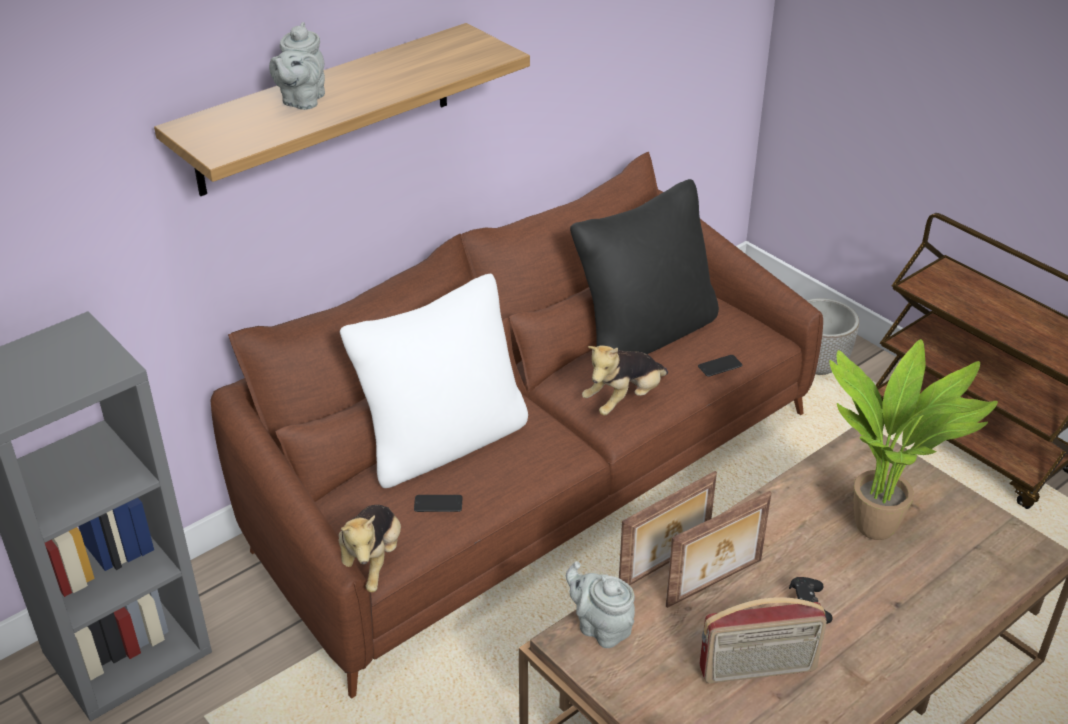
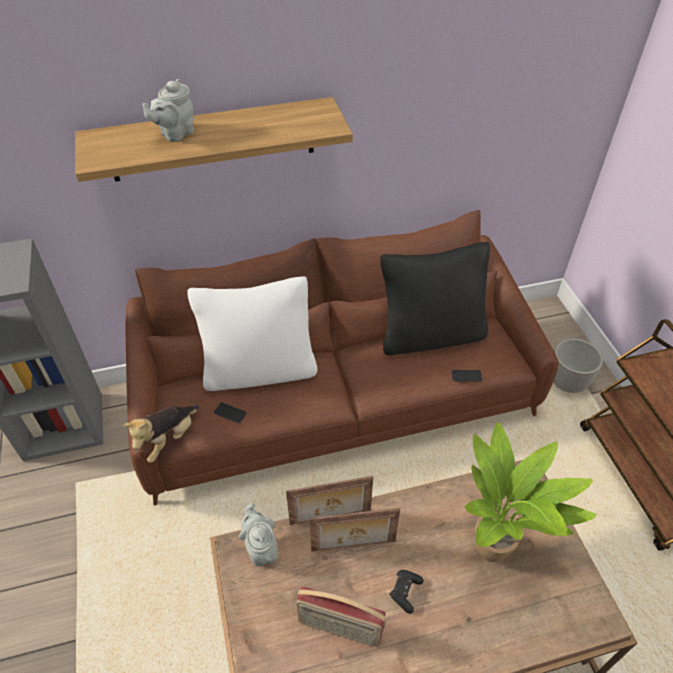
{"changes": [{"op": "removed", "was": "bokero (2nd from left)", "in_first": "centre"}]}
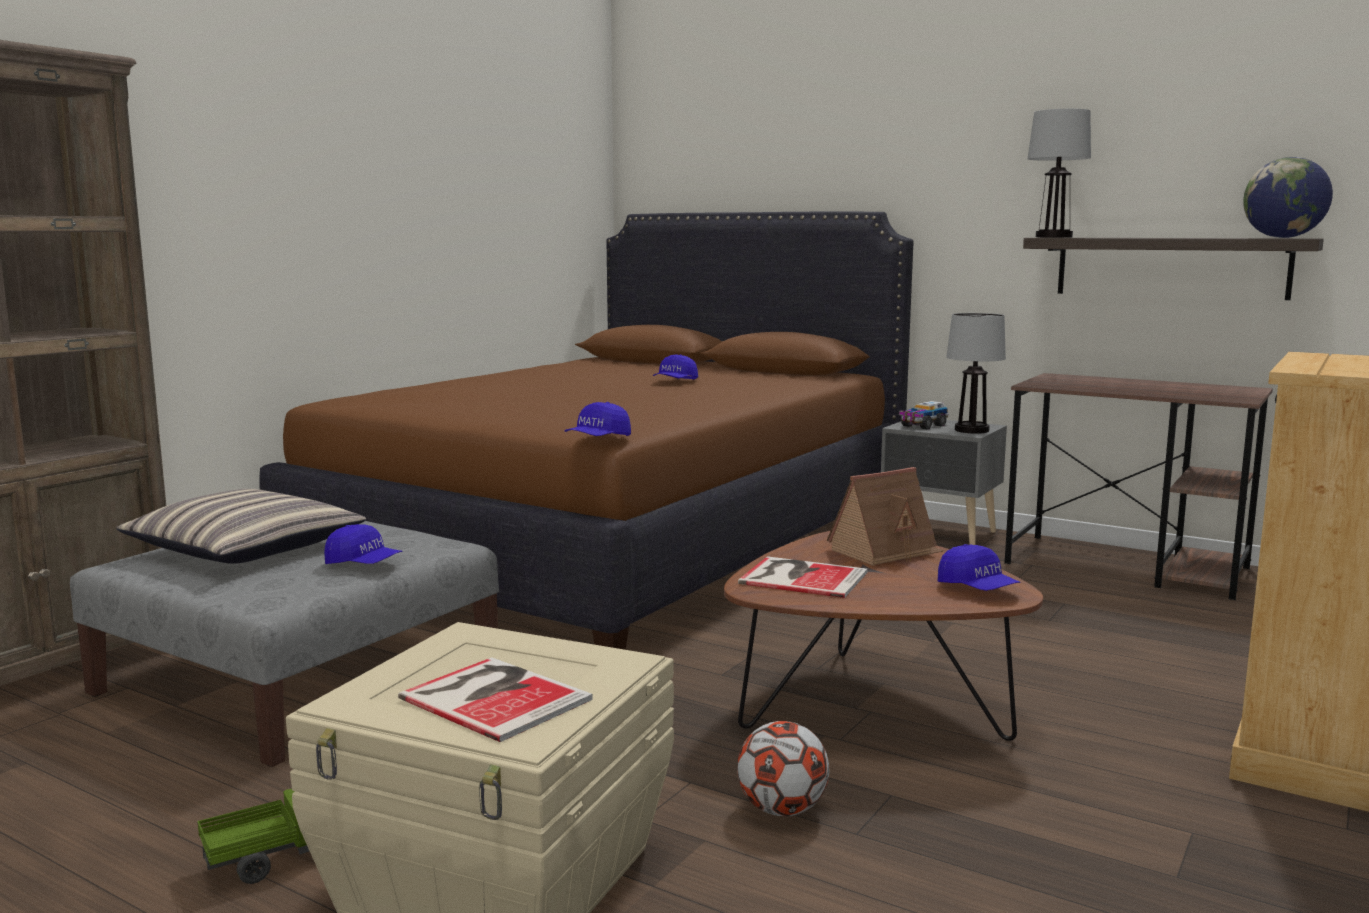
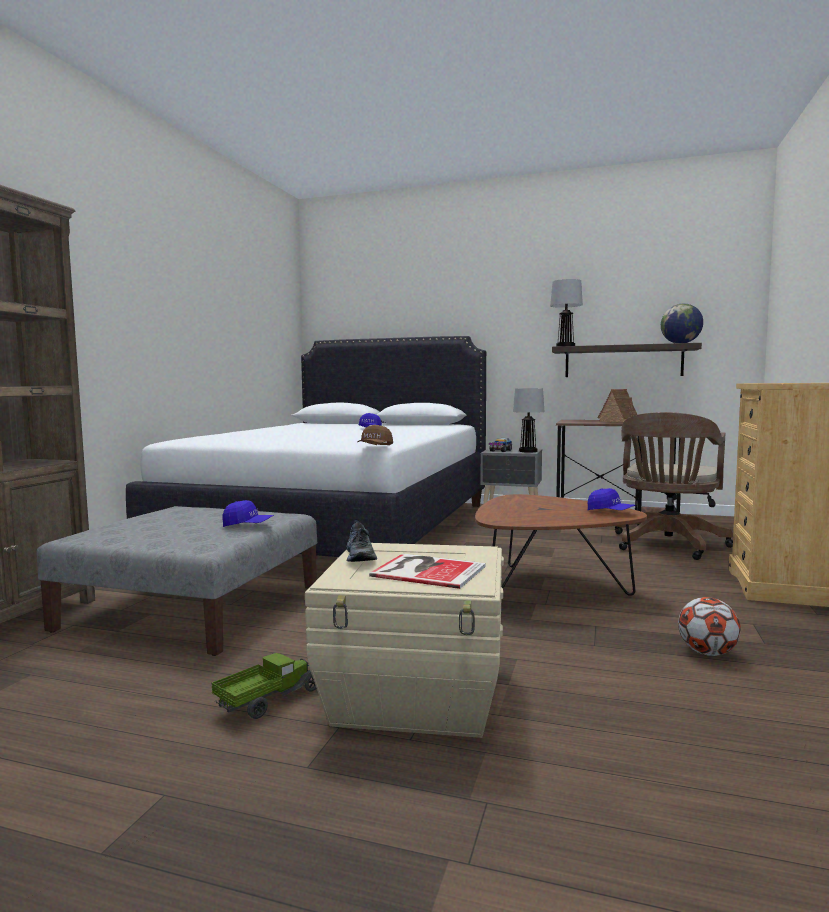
{"changes": [{"op": "recoloured", "was": "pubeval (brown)", "now": "pubeval (white)", "in_first": "centre", "in_second": "centre"}, {"op": "recoloured", "was": "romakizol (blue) (2nd from left)", "now": "romakizol (brown)", "in_first": "centre", "in_second": "centre"}, {"op": "moved", "was": "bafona", "in_first": "centre", "in_second": "middle right"}, {"op": "removed", "was": "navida", "in_first": "middle left"}, {"op": "removed", "was": "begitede (2nd from left)", "in_first": "centre"}, {"op": "moved", "was": "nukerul", "in_first": "bottom centre", "in_second": "bottom right"}, {"op": "added", "now": "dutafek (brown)", "in_second": "middle right"}, {"op": "added", "now": "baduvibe", "in_second": "centre"}]}
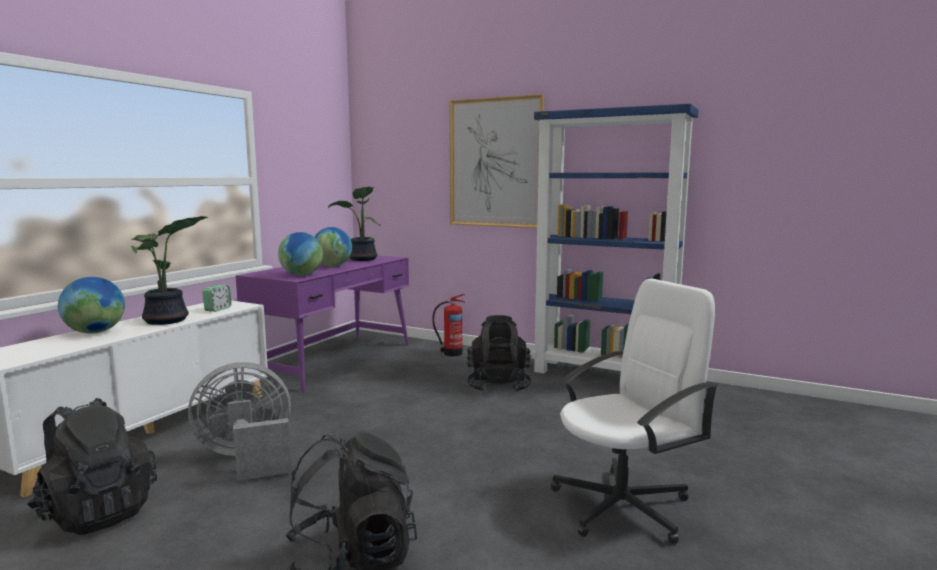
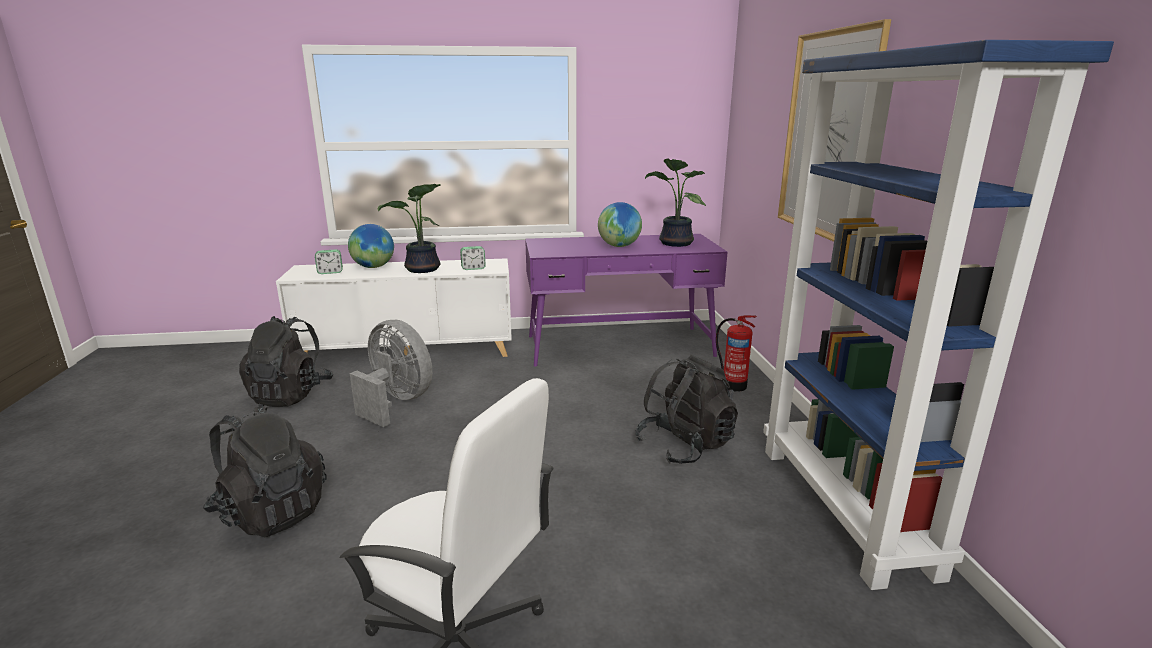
{"changes": [{"op": "removed", "was": "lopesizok (2nd from left)", "in_first": "middle left"}, {"op": "added", "now": "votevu (1st from left)", "in_second": "middle left"}]}
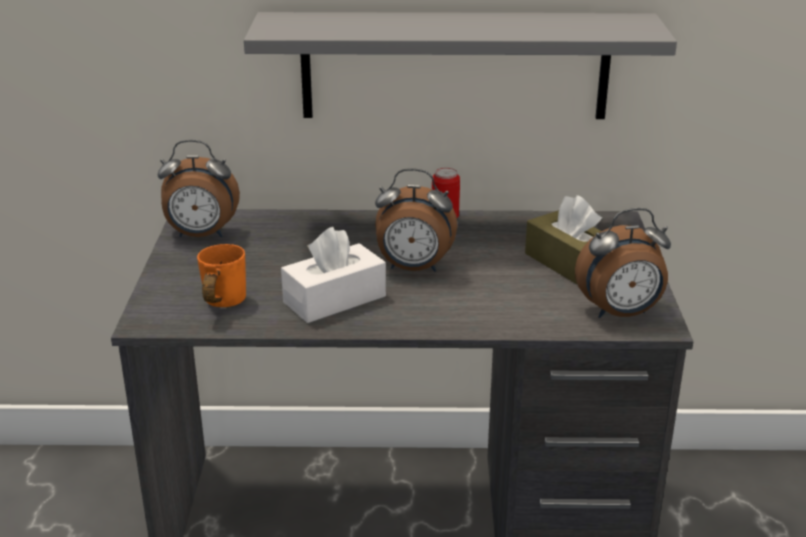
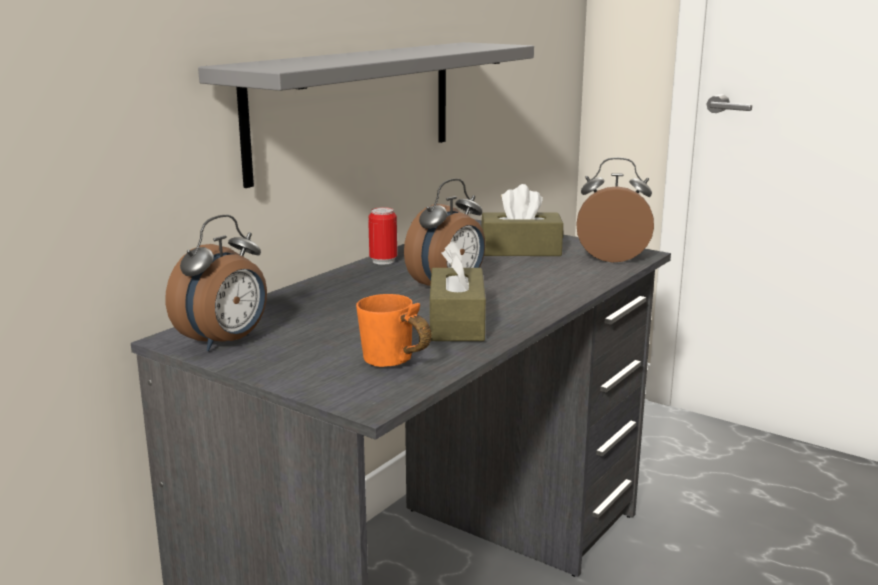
{"changes": [{"op": "turned", "was": "votevu (3rd from left)", "in_first": "middle right", "in_second": "middle right", "clockwise": -105}, {"op": "recoloured", "was": "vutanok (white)", "now": "vutanok (brown) (1st from left)", "in_first": "centre", "in_second": "centre"}]}
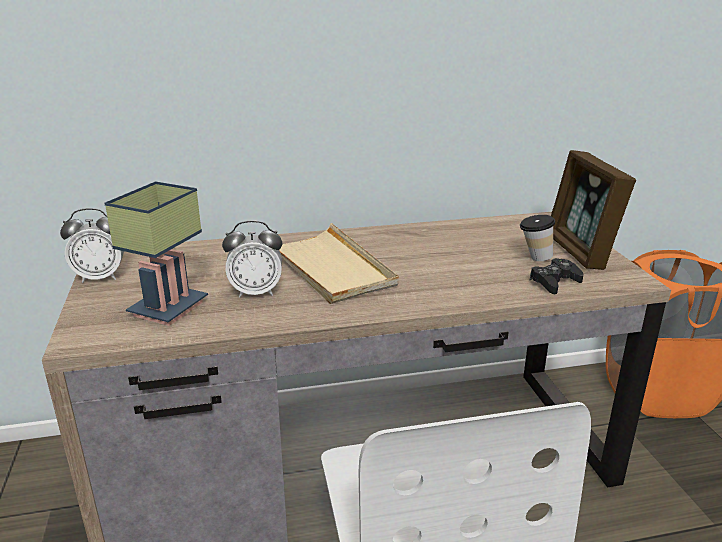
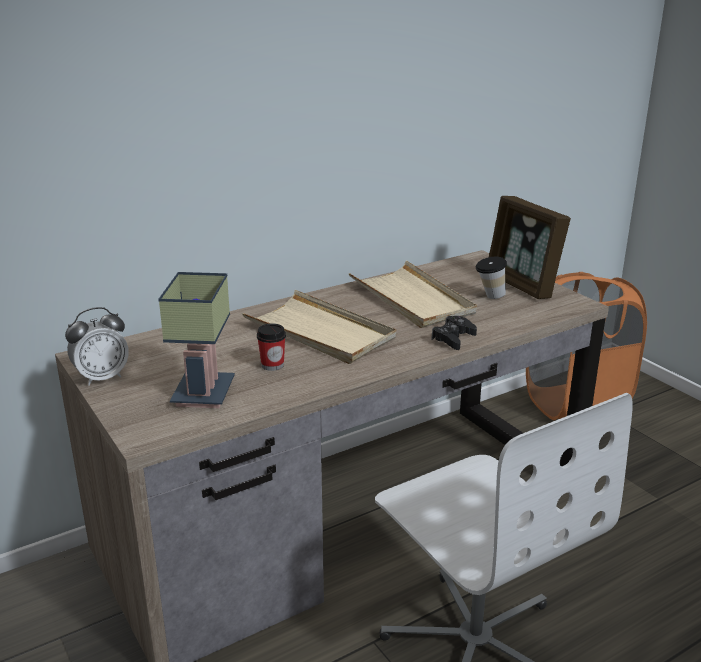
{"changes": [{"op": "replaced", "was": "votevu (2nd from left)", "now": "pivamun (1st from left)", "in_first": "centre", "in_second": "centre"}, {"op": "moved", "was": "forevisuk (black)", "in_first": "middle right", "in_second": "centre"}, {"op": "added", "now": "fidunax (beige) (2nd from left)", "in_second": "centre"}]}
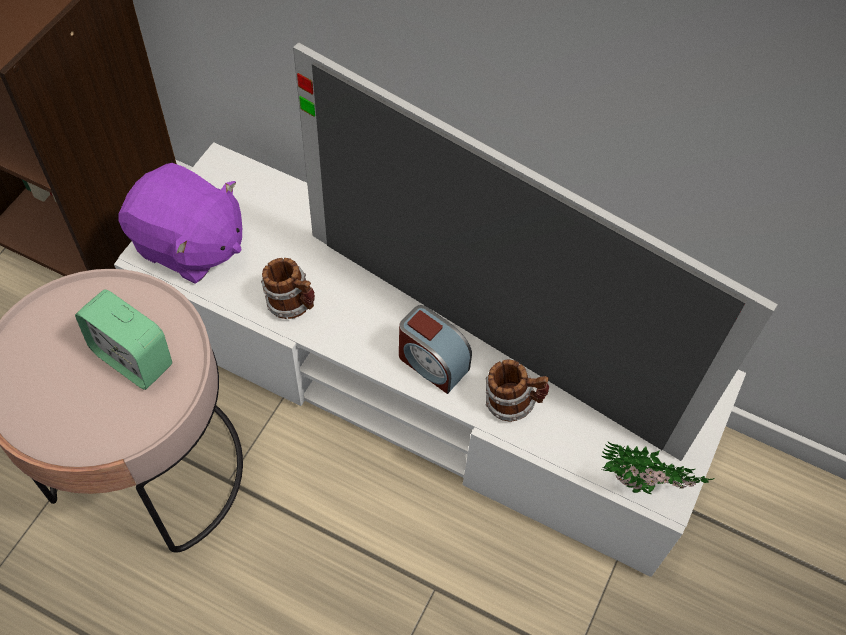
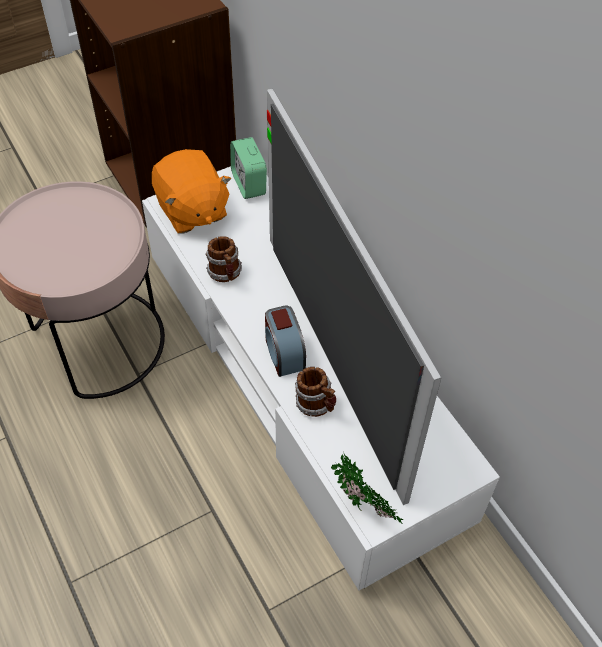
{"changes": [{"op": "recoloured", "was": "bokero (purple)", "now": "bokero (orange)", "in_first": "middle left", "in_second": "top left"}, {"op": "moved", "was": "votevu (1st from left)", "in_first": "middle left", "in_second": "top centre"}]}
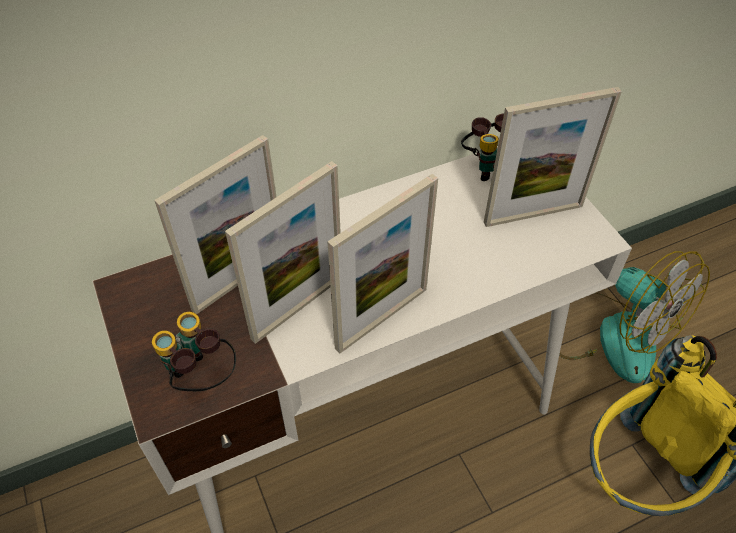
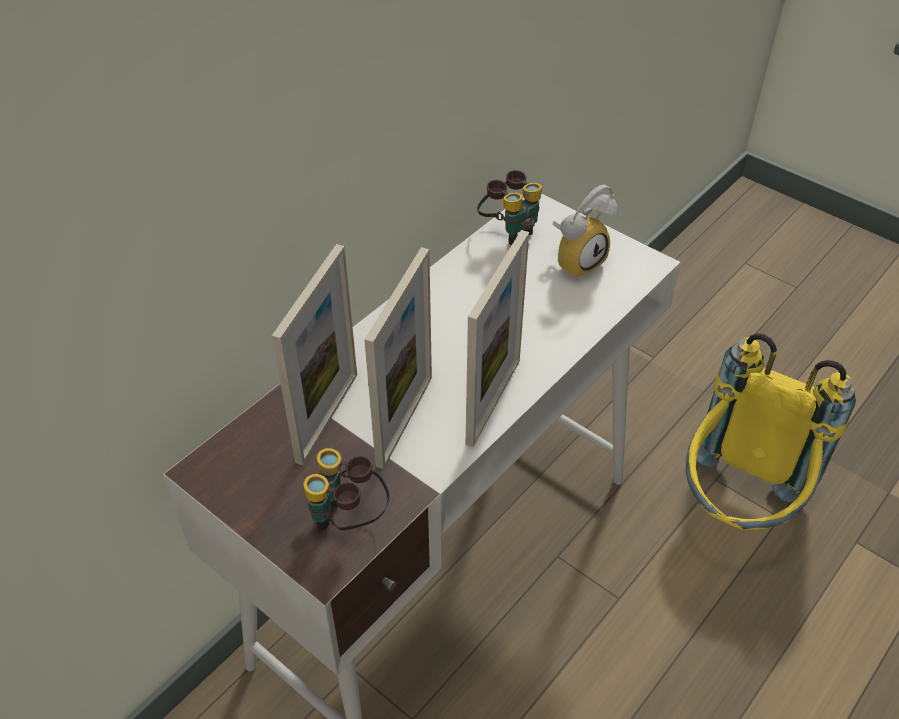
{"changes": [{"op": "replaced", "was": "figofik (4th from left)", "now": "votevu", "in_first": "top right", "in_second": "top centre"}, {"op": "removed", "was": "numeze", "in_first": "middle right"}]}
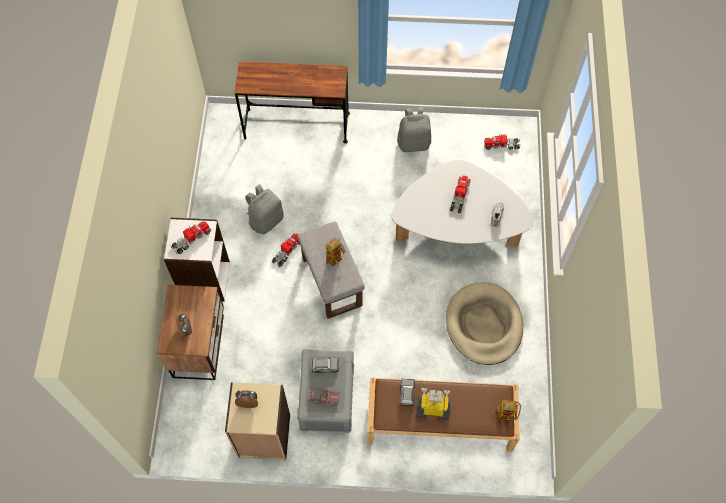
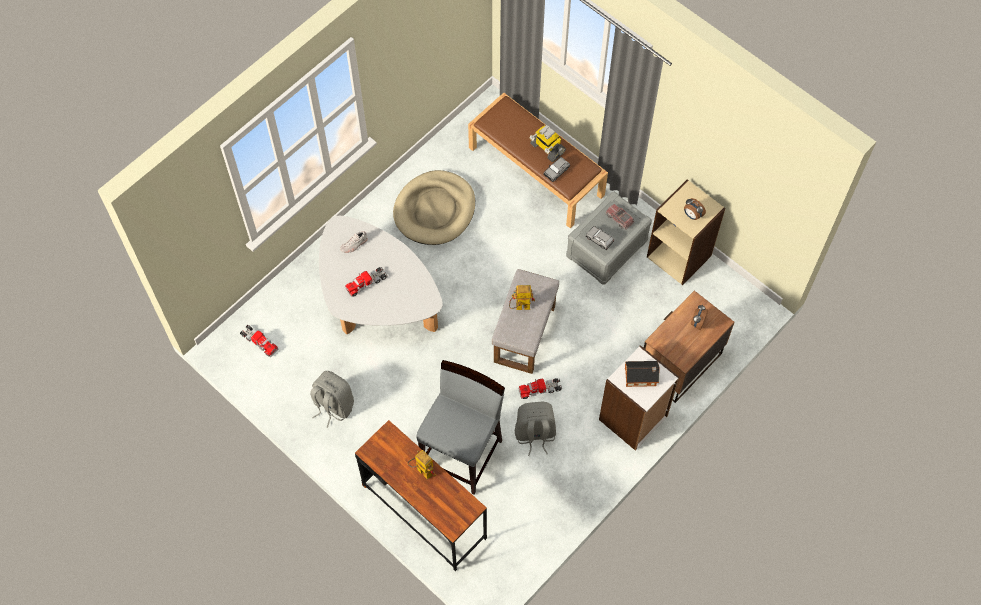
{"changes": [{"op": "replaced", "was": "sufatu (1st from left)", "now": "bafona", "in_first": "middle left", "in_second": "centre"}, {"op": "moved", "was": "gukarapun (3rd from left in the first image)", "now": "gukarapun (1st from left)", "in_first": "bottom right", "in_second": "bottom centre"}, {"op": "added", "now": "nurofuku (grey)", "in_second": "bottom centre"}]}
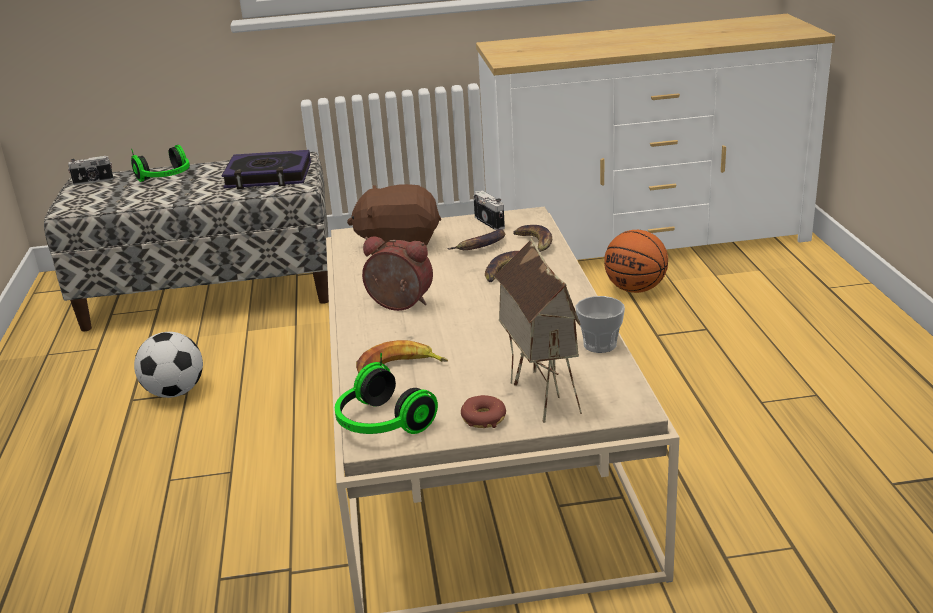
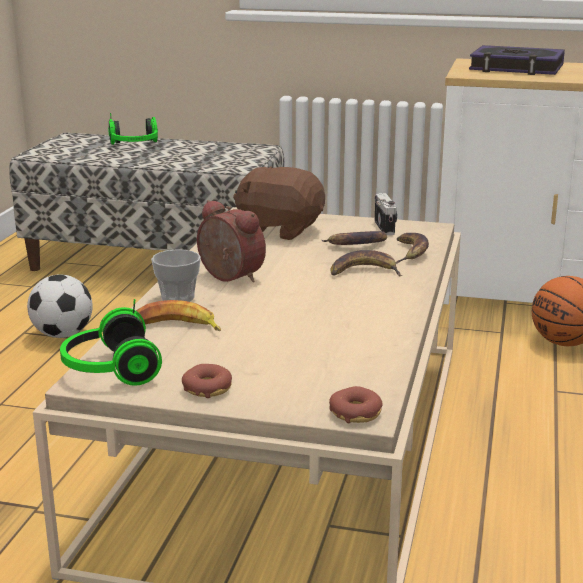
{"changes": [{"op": "moved", "was": "begitede", "in_first": "top left", "in_second": "top right"}, {"op": "removed", "was": "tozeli (1st from left)", "in_first": "top left"}, {"op": "removed", "was": "bafona", "in_first": "centre"}, {"op": "moved", "was": "pivamun", "in_first": "centre", "in_second": "middle left"}, {"op": "added", "now": "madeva (2nd from left)", "in_second": "bottom centre"}]}
